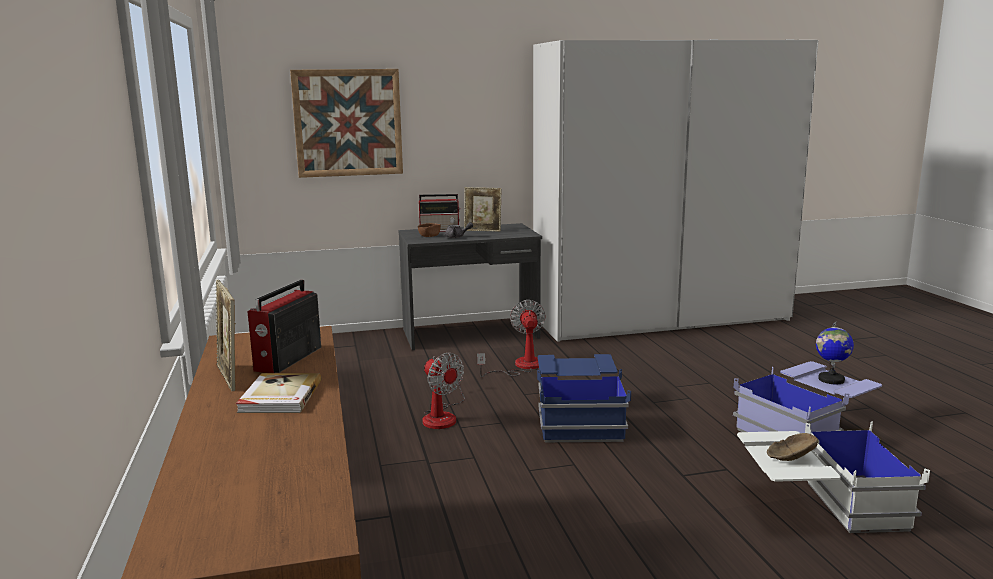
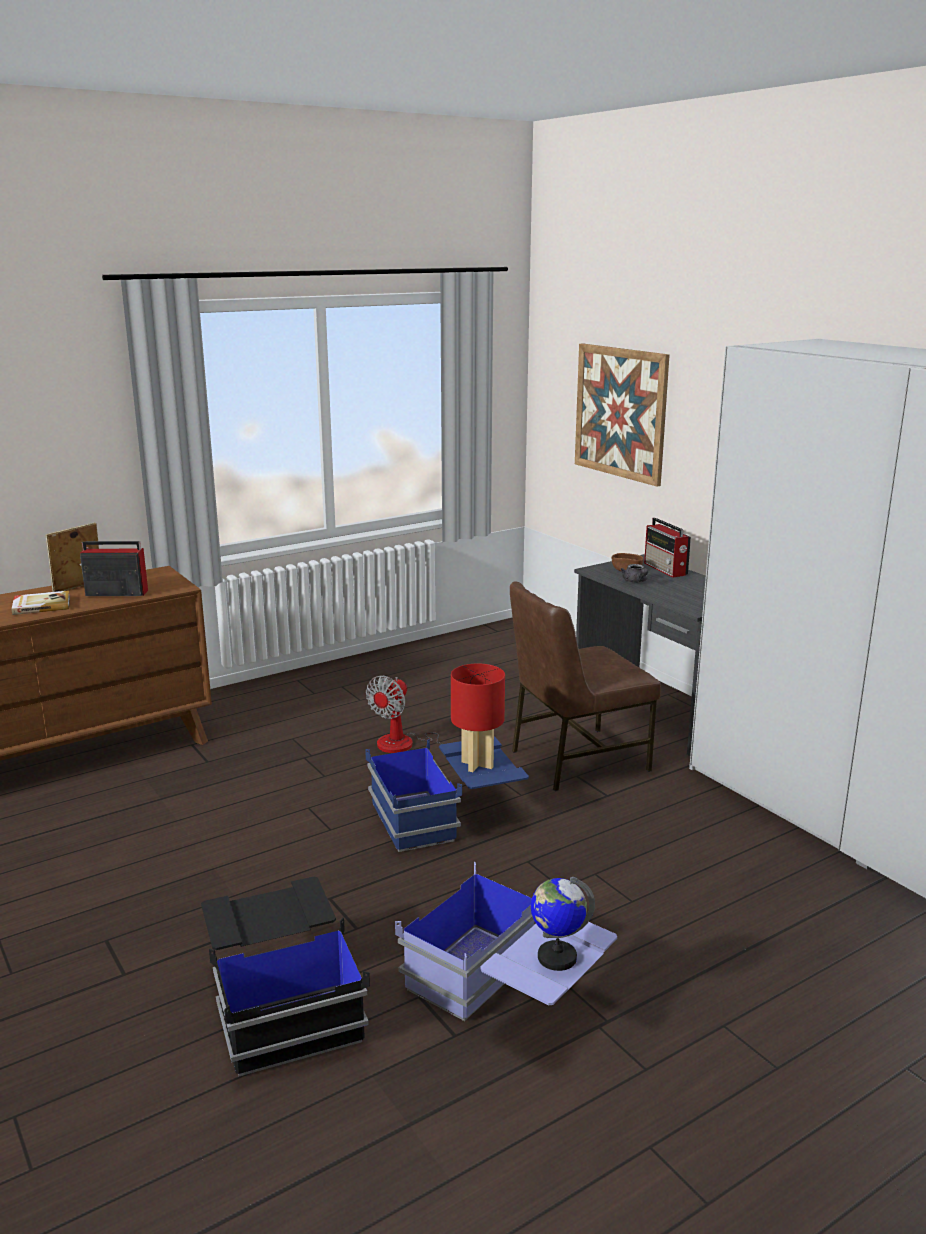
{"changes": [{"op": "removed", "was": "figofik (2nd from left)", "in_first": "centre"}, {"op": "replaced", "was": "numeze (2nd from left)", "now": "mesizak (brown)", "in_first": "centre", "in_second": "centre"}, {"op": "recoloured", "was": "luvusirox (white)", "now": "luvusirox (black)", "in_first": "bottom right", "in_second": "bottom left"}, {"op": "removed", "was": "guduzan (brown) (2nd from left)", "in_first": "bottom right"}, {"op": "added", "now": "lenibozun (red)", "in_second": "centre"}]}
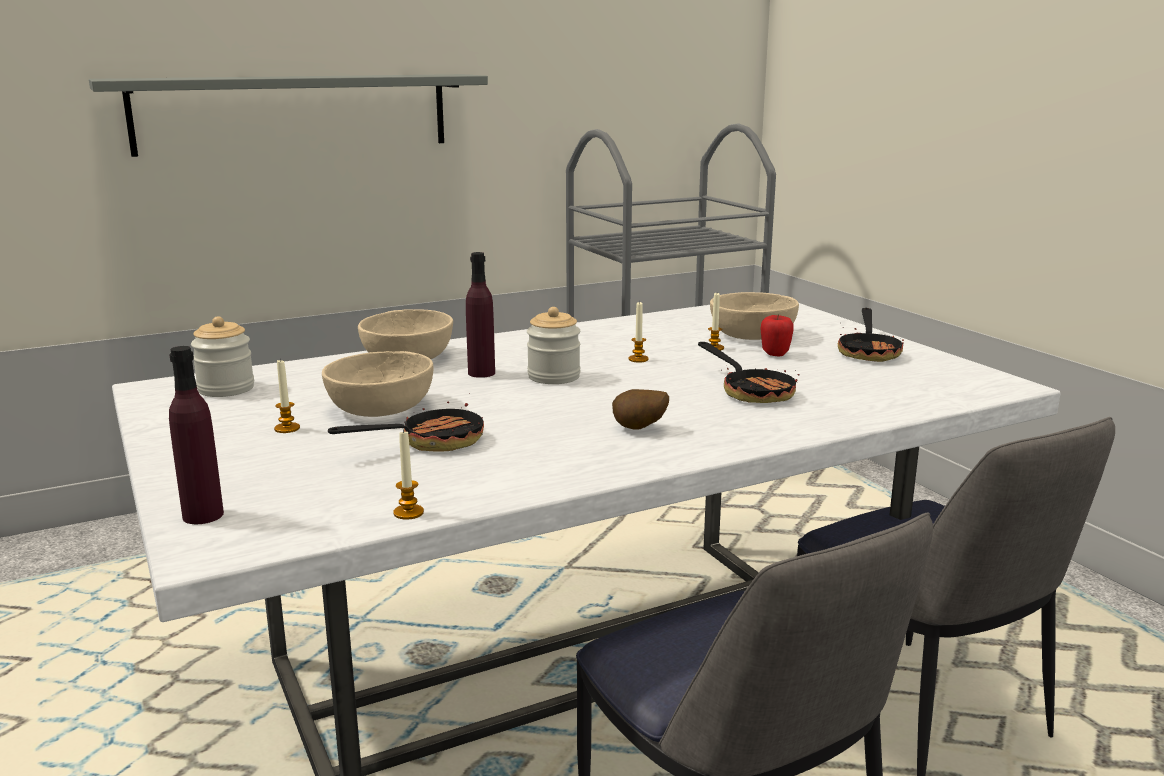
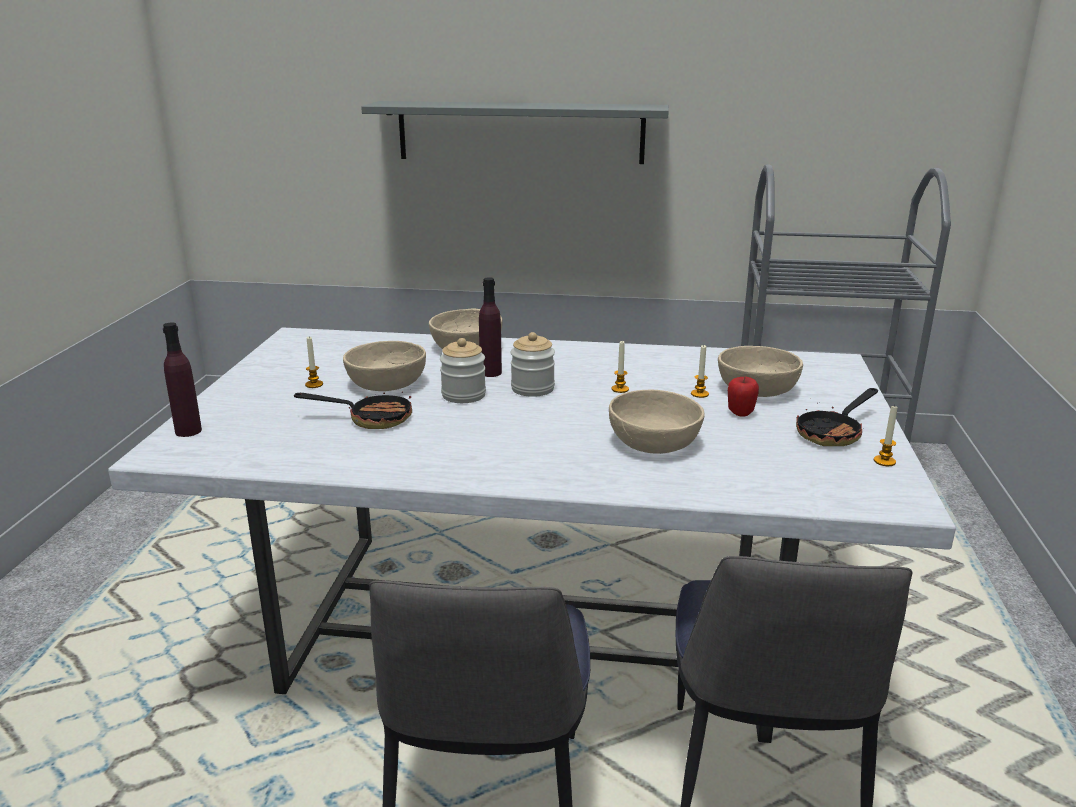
{"changes": [{"op": "moved", "was": "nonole (1st from left)", "in_first": "middle left", "in_second": "centre"}, {"op": "replaced", "was": "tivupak (2nd from left)", "now": "guduzan (beige) (3rd from left)", "in_first": "centre", "in_second": "centre"}, {"op": "removed", "was": "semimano", "in_first": "centre"}, {"op": "moved", "was": "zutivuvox (2nd from left in the first image)", "now": "zutivuvox (4th from left)", "in_first": "centre", "in_second": "middle right"}]}
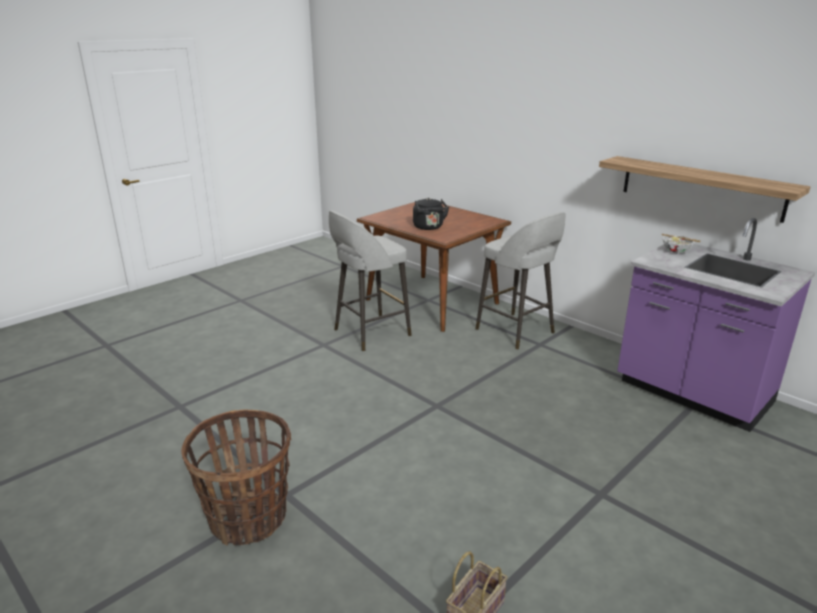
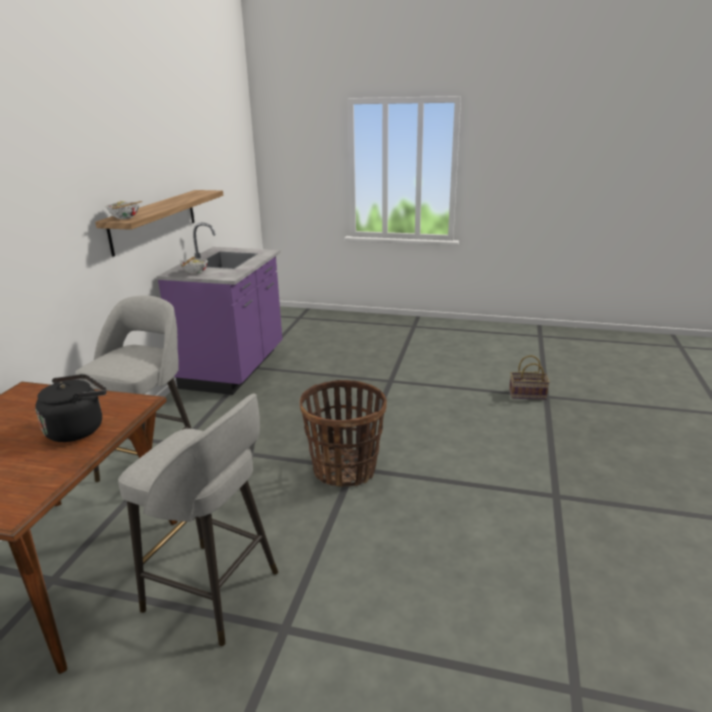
{"changes": [{"op": "moved", "was": "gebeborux (1st from left)", "in_first": "bottom left", "in_second": "centre"}, {"op": "added", "now": "guduzan (1st from left)", "in_second": "top left"}]}
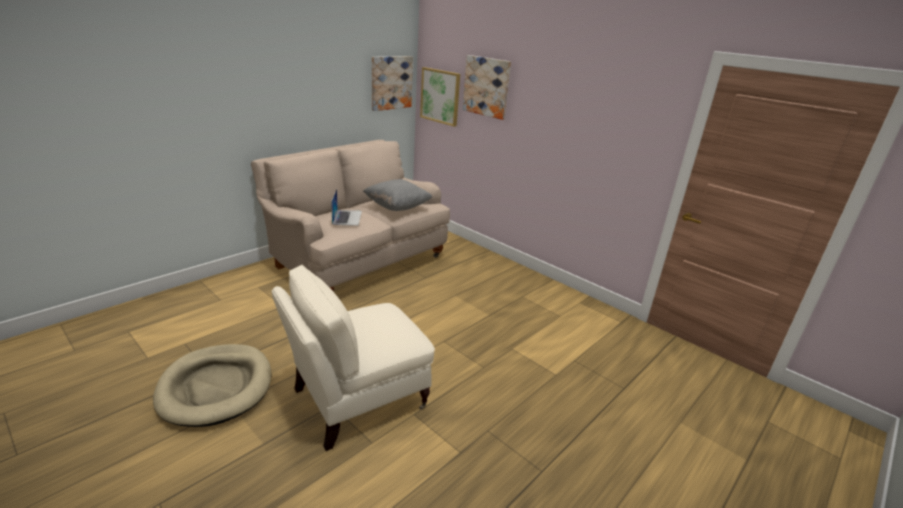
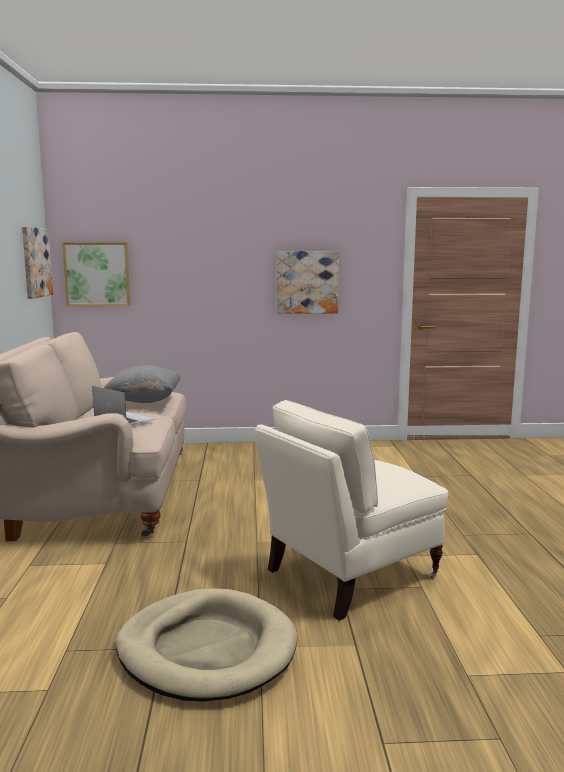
{"changes": [{"op": "moved", "was": "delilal (3rd from left)", "in_first": "top centre", "in_second": "centre"}, {"op": "turned", "was": "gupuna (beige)", "in_first": "bottom centre", "in_second": "centre", "clockwise": 45}]}
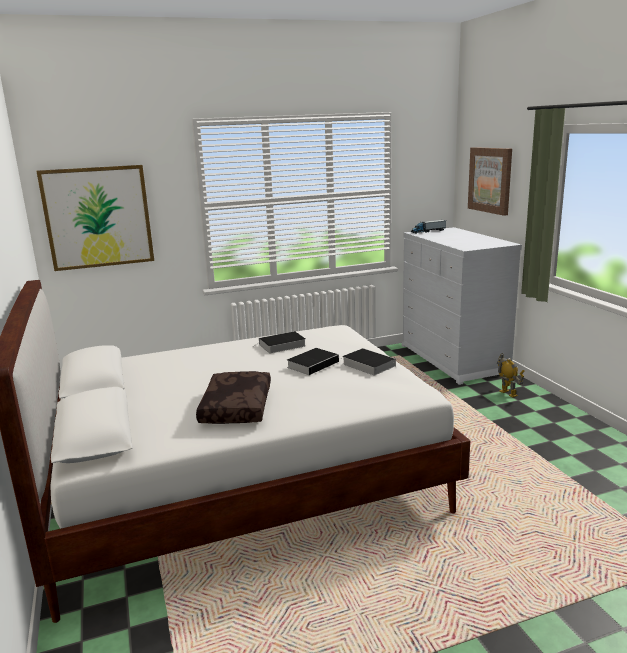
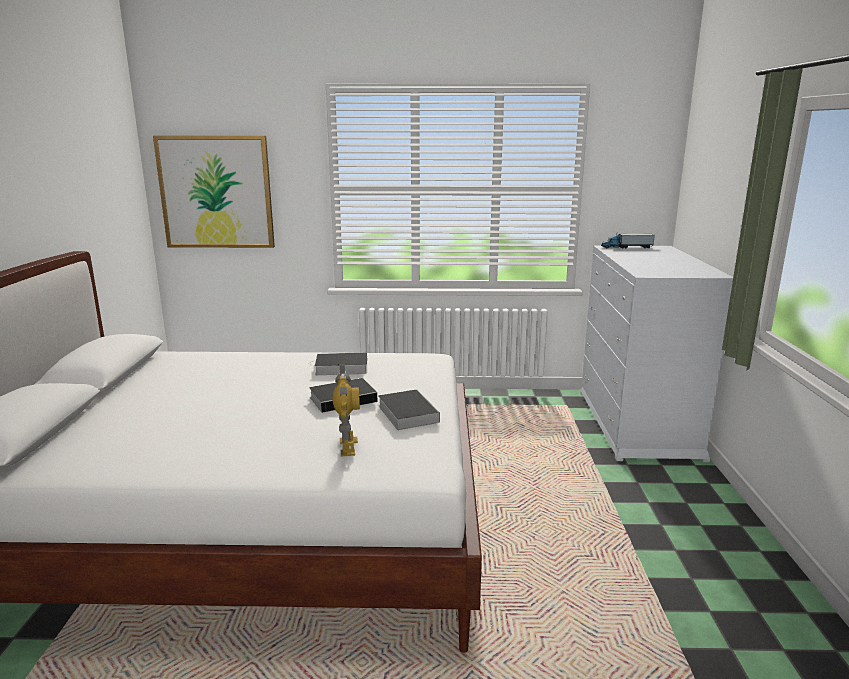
{"changes": [{"op": "removed", "was": "delilal (2nd from left)", "in_first": "top right"}, {"op": "moved", "was": "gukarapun", "in_first": "middle right", "in_second": "centre"}, {"op": "removed", "was": "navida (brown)", "in_first": "centre"}]}
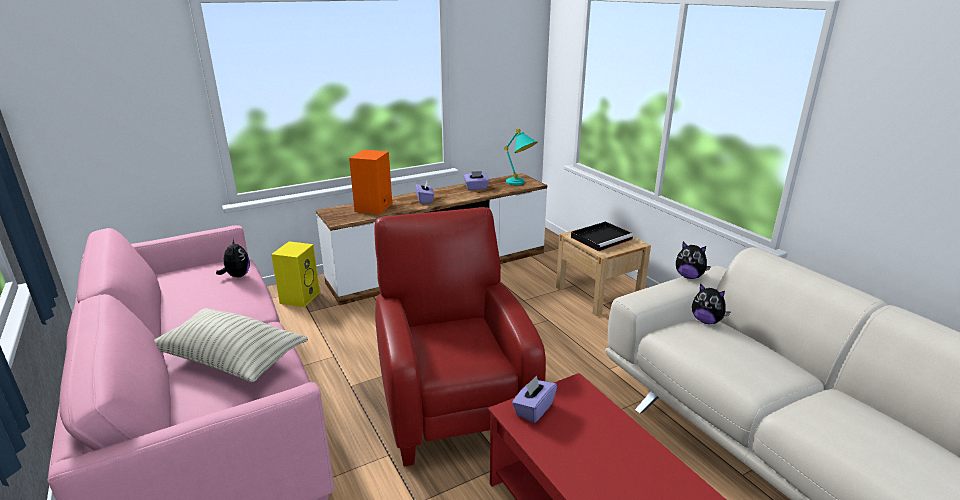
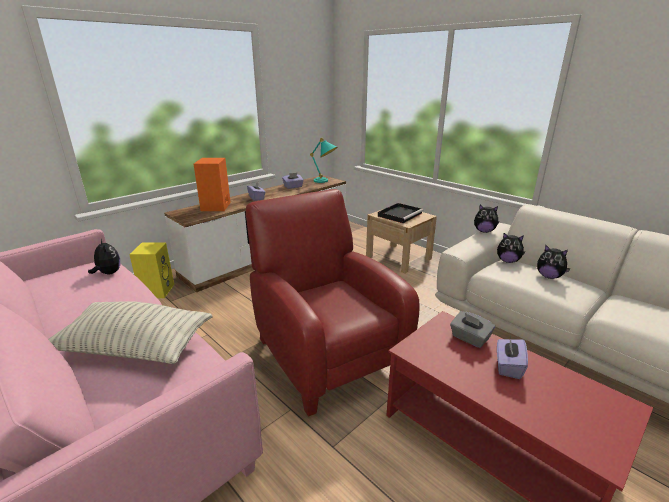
{"changes": [{"op": "moved", "was": "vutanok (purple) (3rd from left)", "in_first": "bottom centre", "in_second": "bottom right"}, {"op": "added", "now": "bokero (4th from left)", "in_second": "middle right"}, {"op": "added", "now": "vutanok (grey)", "in_second": "middle right"}]}
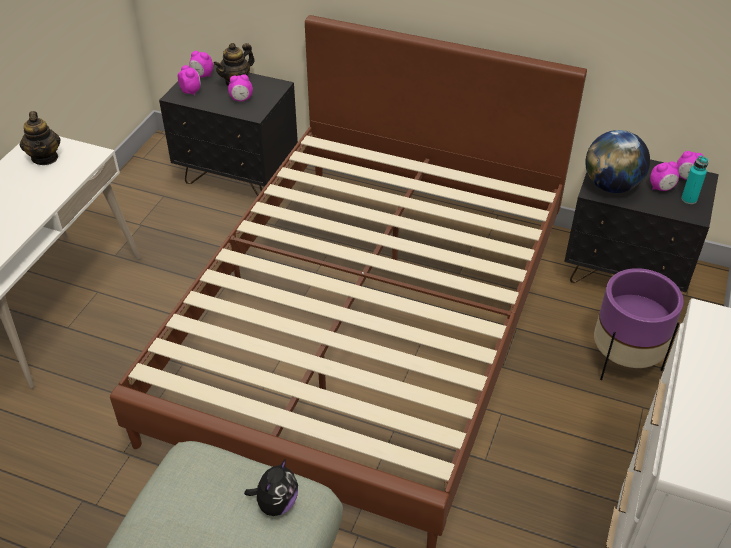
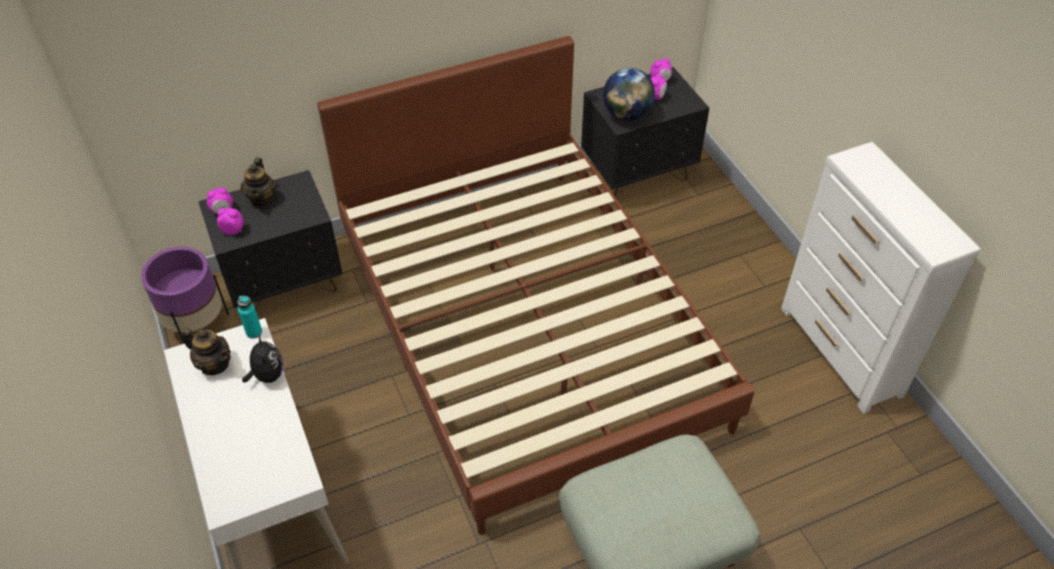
{"changes": [{"op": "removed", "was": "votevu (3rd from left)", "in_first": "top left"}, {"op": "moved", "was": "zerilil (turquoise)", "in_first": "top right", "in_second": "middle left"}, {"op": "moved", "was": "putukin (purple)", "in_first": "middle right", "in_second": "middle left"}, {"op": "moved", "was": "bokero", "in_first": "bottom centre", "in_second": "middle left"}]}
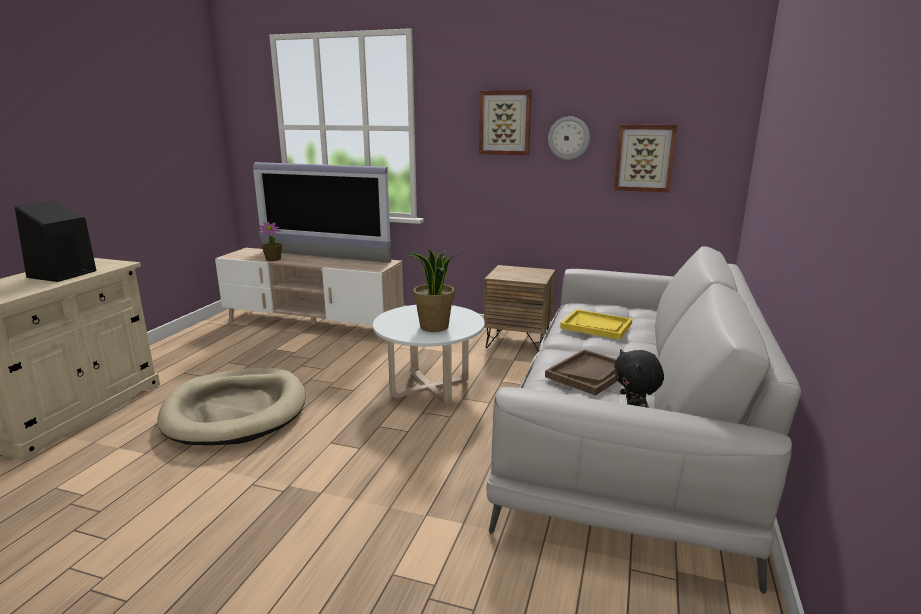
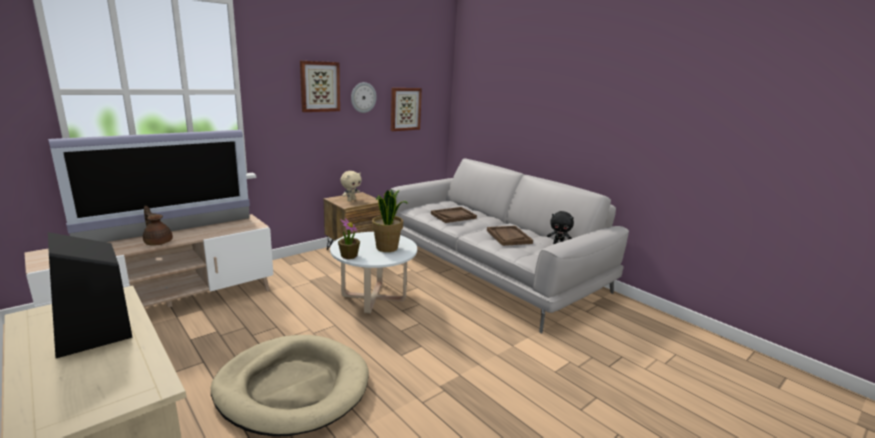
{"changes": [{"op": "moved", "was": "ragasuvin (1st from left)", "in_first": "middle left", "in_second": "centre"}, {"op": "recoloured", "was": "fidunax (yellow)", "now": "fidunax (brown) (1st from left)", "in_first": "centre", "in_second": "centre"}, {"op": "added", "now": "bokero (beige)", "in_second": "centre"}, {"op": "added", "now": "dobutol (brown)", "in_second": "middle left"}]}
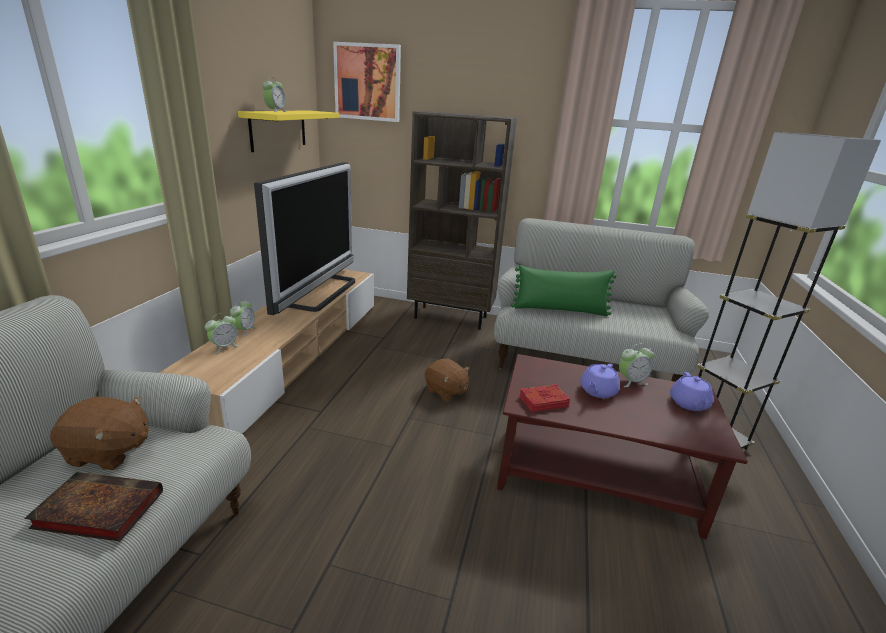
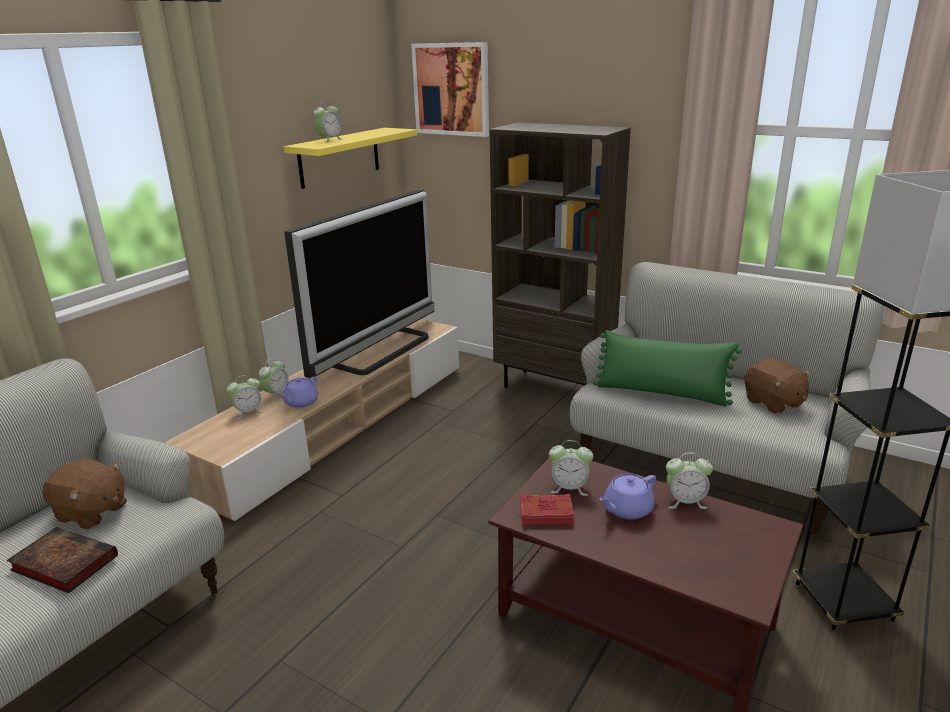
{"changes": [{"op": "moved", "was": "bokero (brown) (2nd from left)", "in_first": "centre", "in_second": "middle right"}, {"op": "moved", "was": "dobutol (purple) (2nd from left in the first image)", "now": "dobutol (purple) (1st from left)", "in_first": "middle right", "in_second": "middle left"}, {"op": "added", "now": "votevu (4th from left)", "in_second": "centre"}]}
